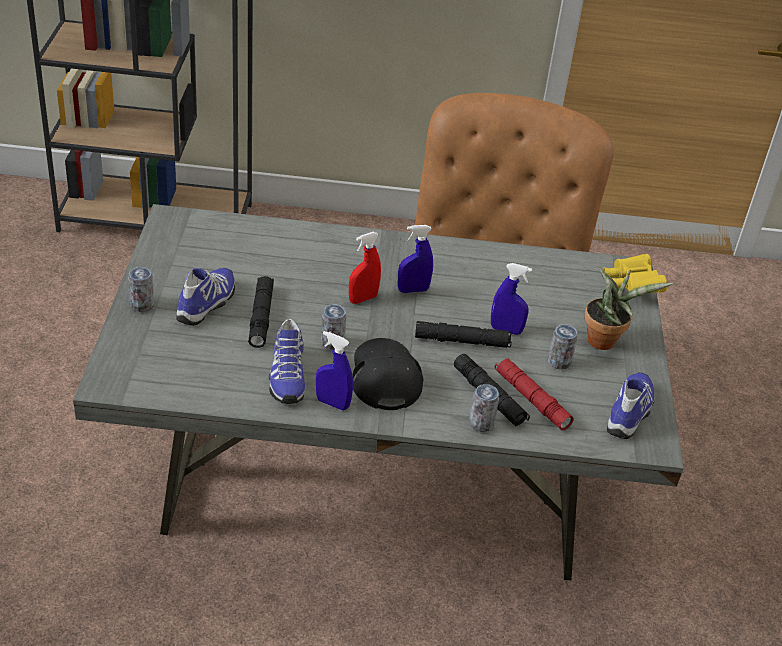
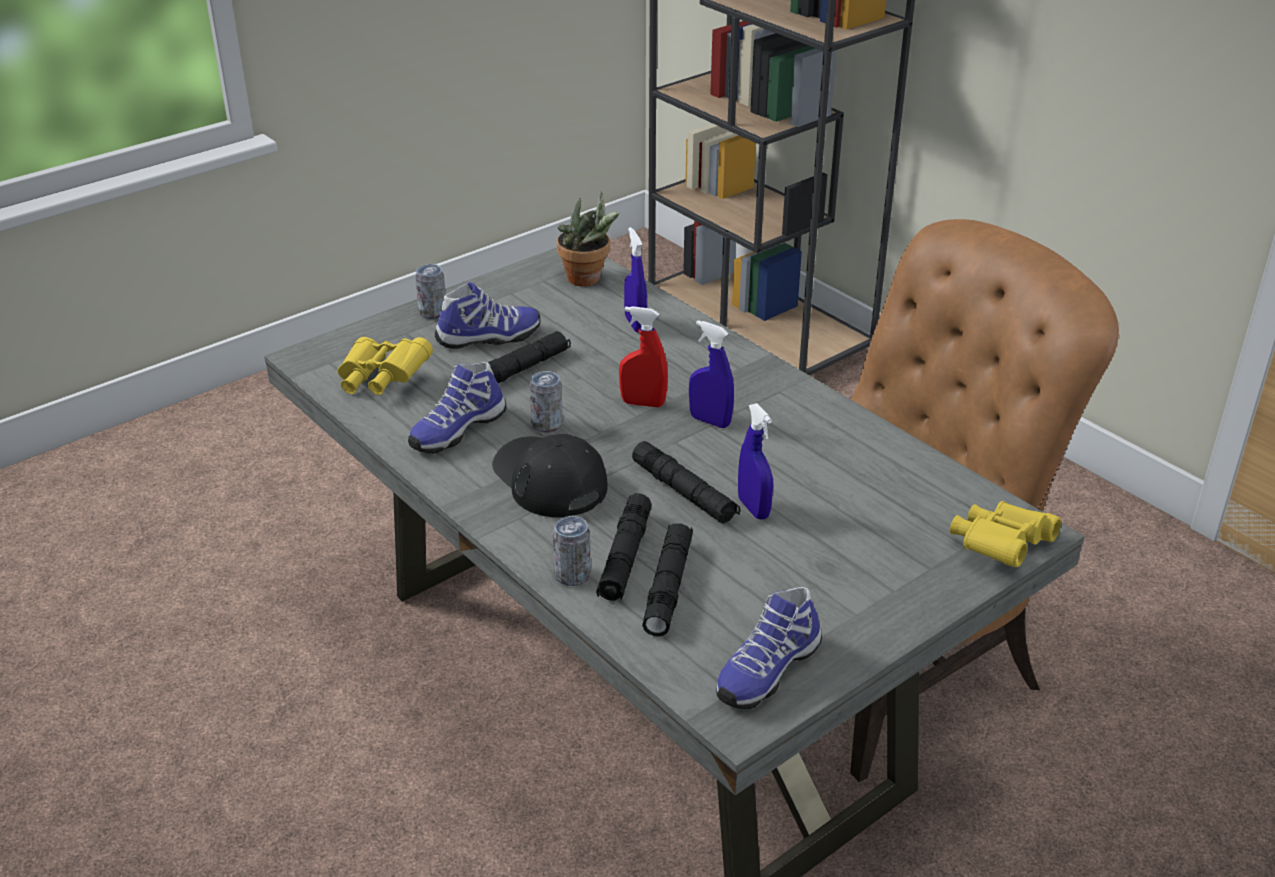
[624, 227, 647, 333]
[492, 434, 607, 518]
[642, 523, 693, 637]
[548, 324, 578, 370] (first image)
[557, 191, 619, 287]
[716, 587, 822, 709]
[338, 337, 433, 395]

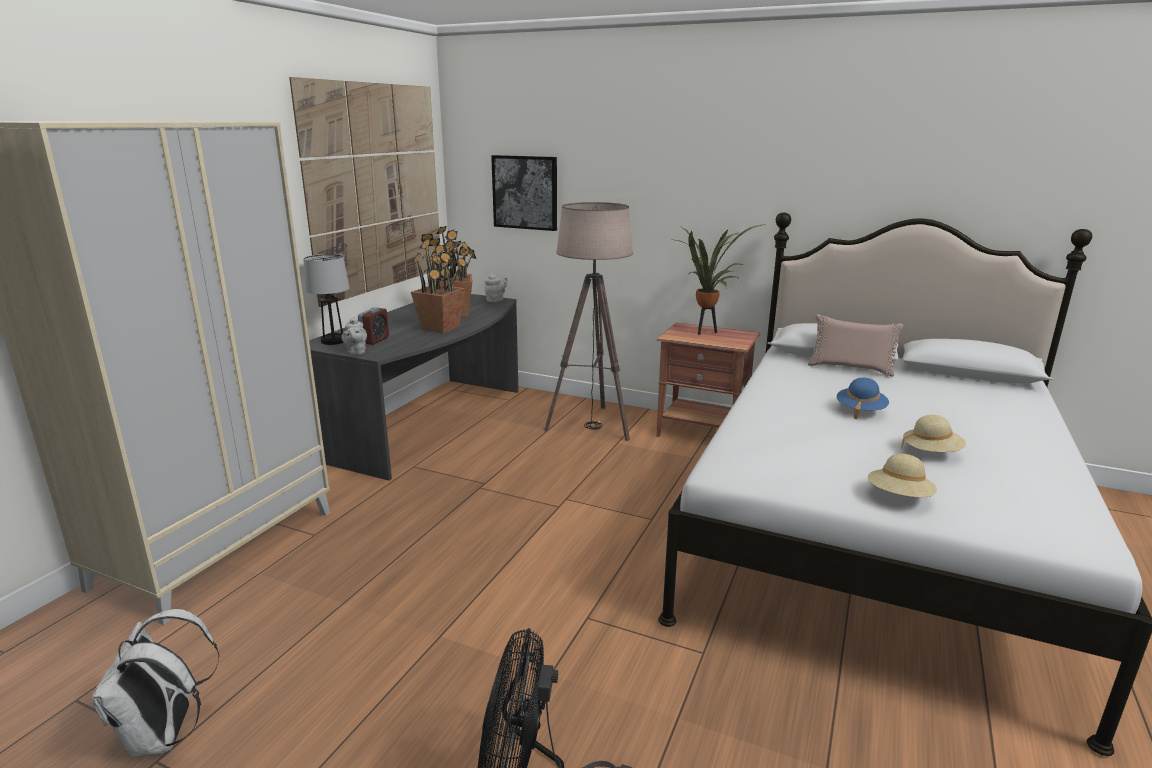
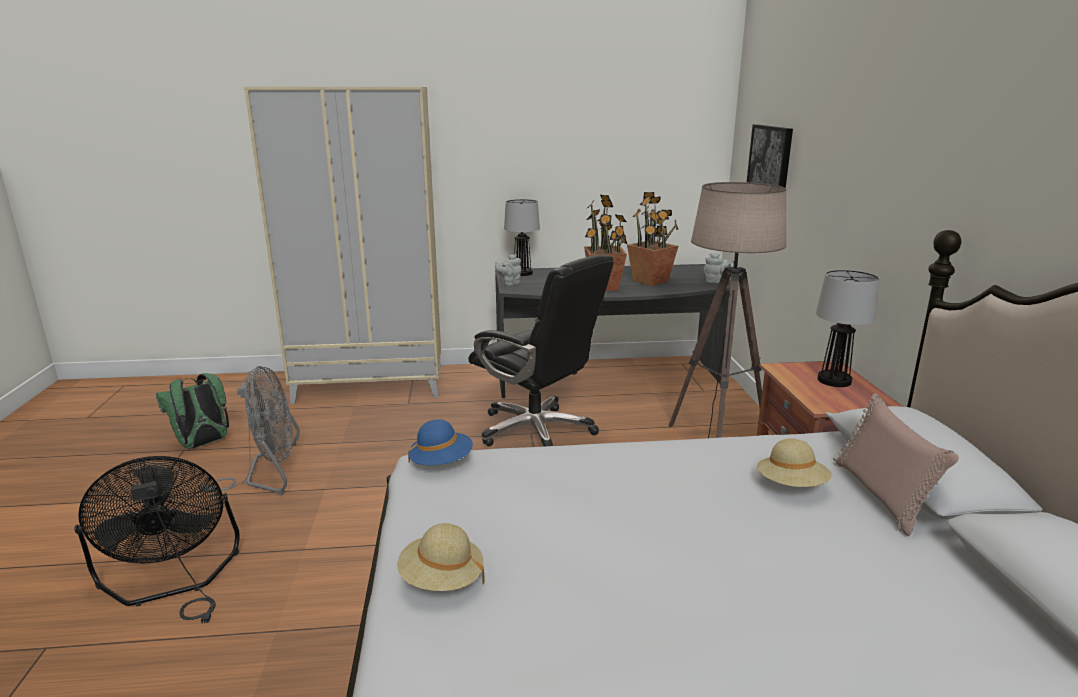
[156, 373, 229, 449]
[289, 77, 440, 307] (first image)
[358, 307, 389, 345] (first image)
[816, 270, 879, 387]
[408, 419, 473, 465]
[757, 439, 832, 487]
[200, 366, 300, 495]
[468, 255, 614, 447]

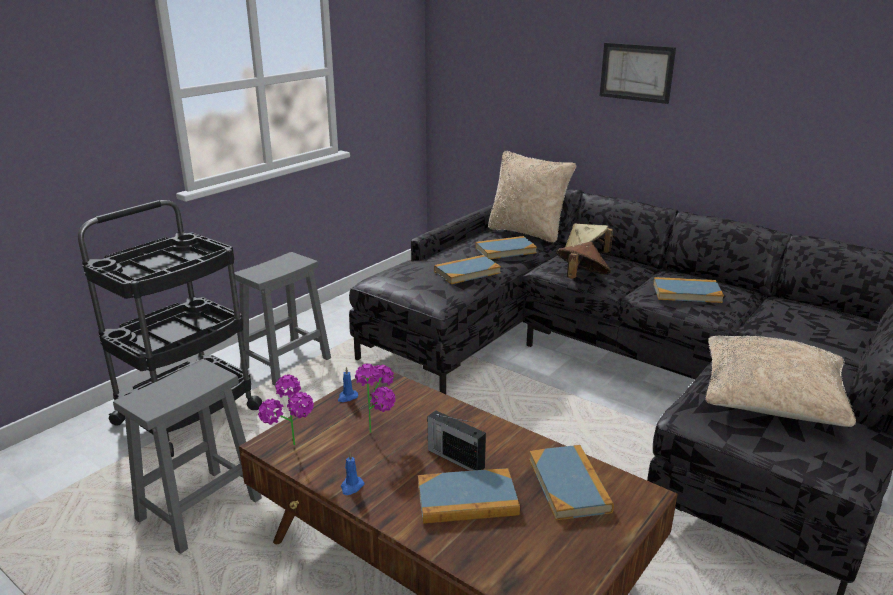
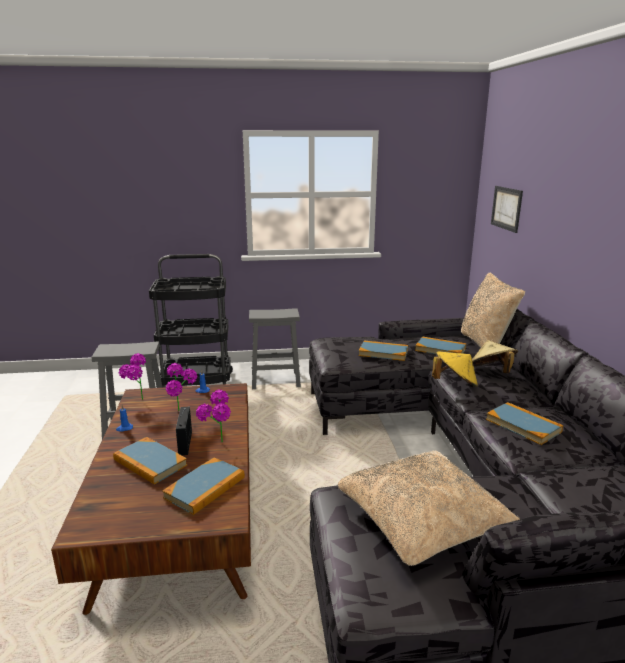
[432, 351, 478, 387]
[491, 186, 523, 233]
[196, 389, 231, 442]

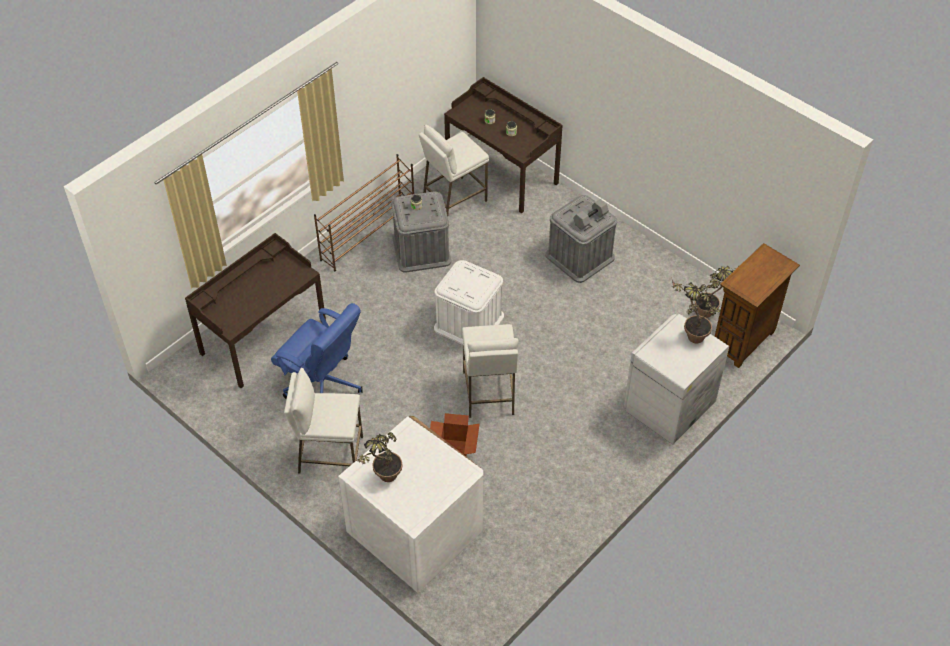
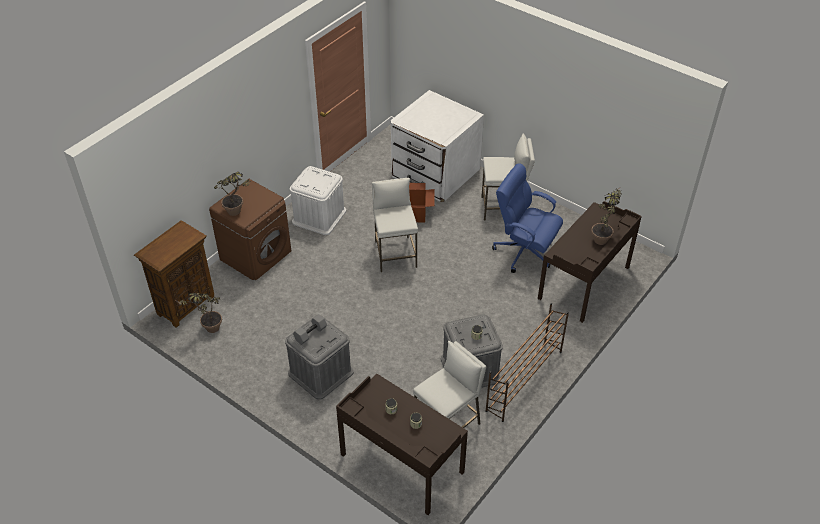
[591, 186, 622, 245]
[290, 166, 346, 235]
[209, 179, 291, 280]

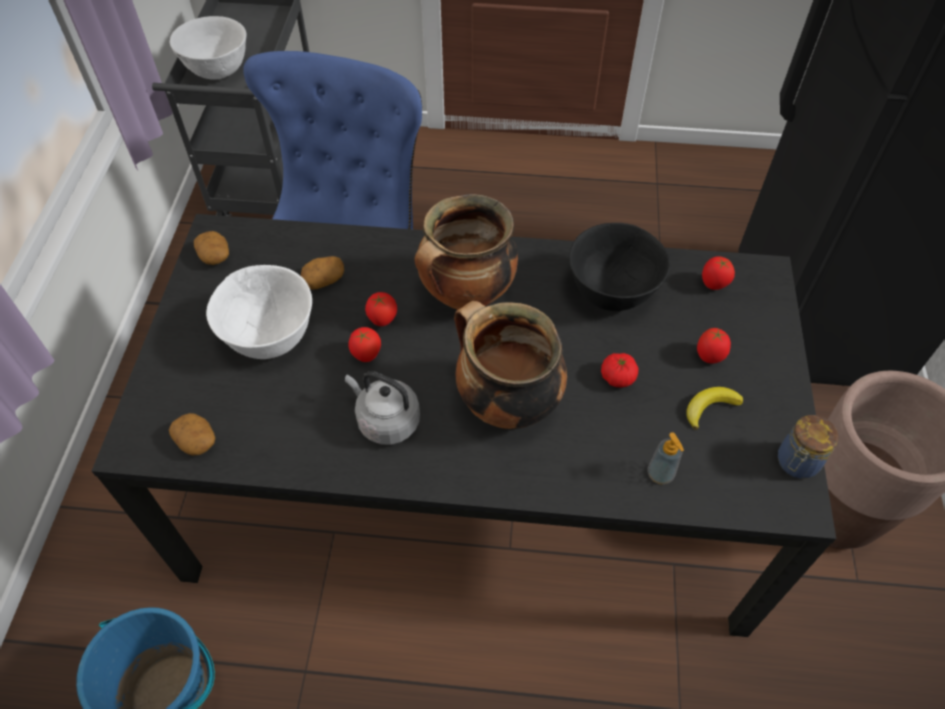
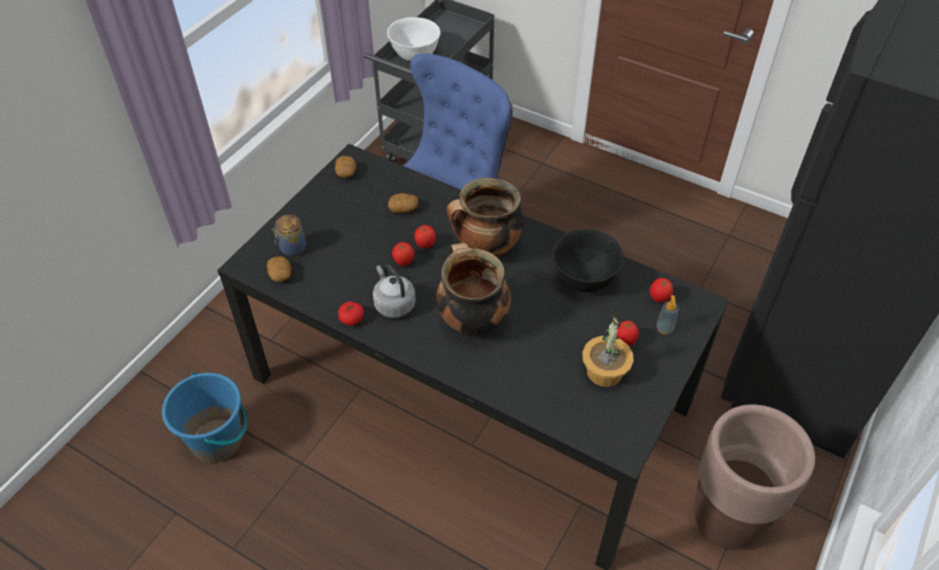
[206, 265, 312, 359] (first image)
[338, 301, 364, 326]
[656, 295, 679, 335]
[582, 315, 634, 387]
[272, 215, 306, 256]

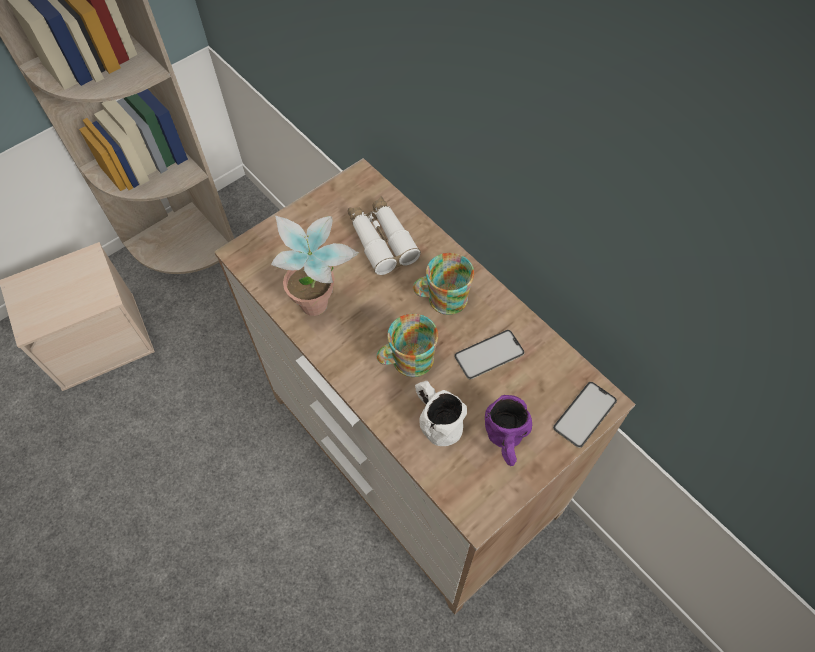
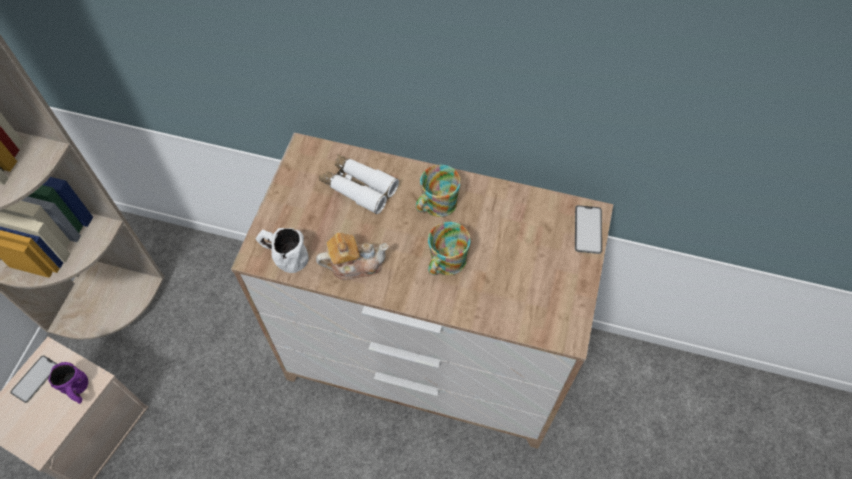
[316, 232, 389, 280]
[256, 228, 309, 273]
[10, 355, 57, 403]
[48, 362, 88, 404]

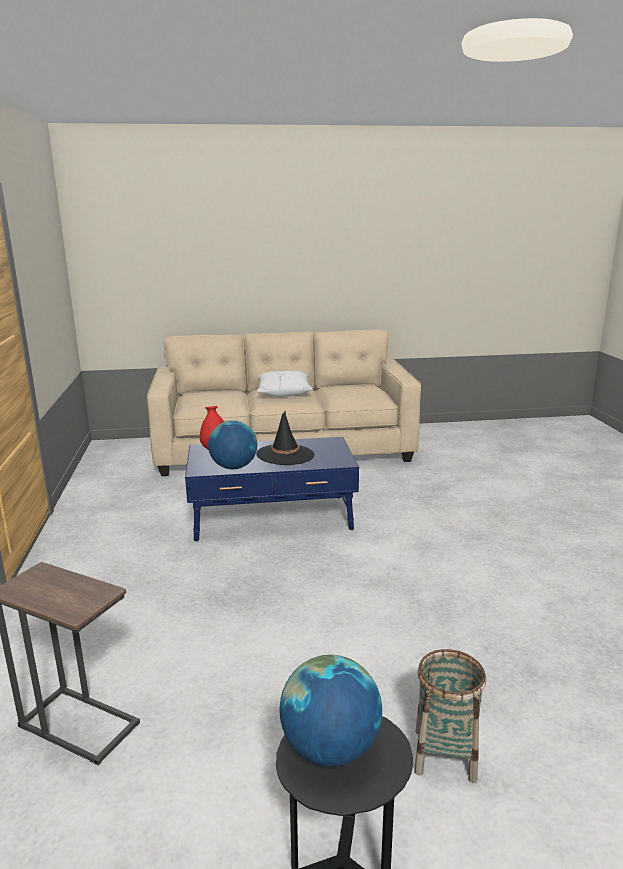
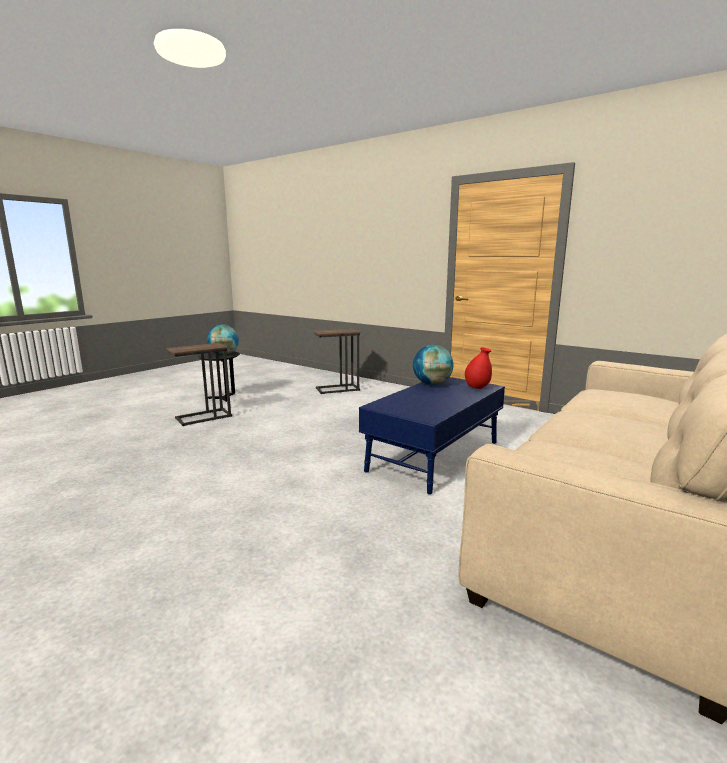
[256, 411, 315, 465] (first image)
[257, 371, 313, 396] (first image)
[166, 343, 232, 426]

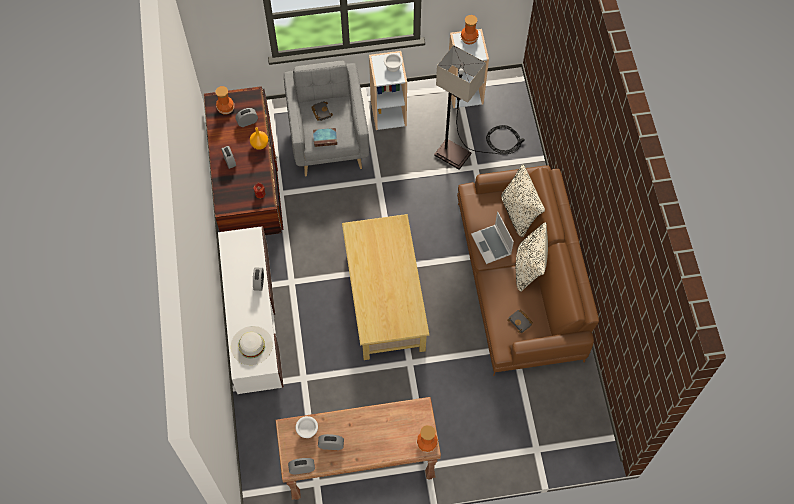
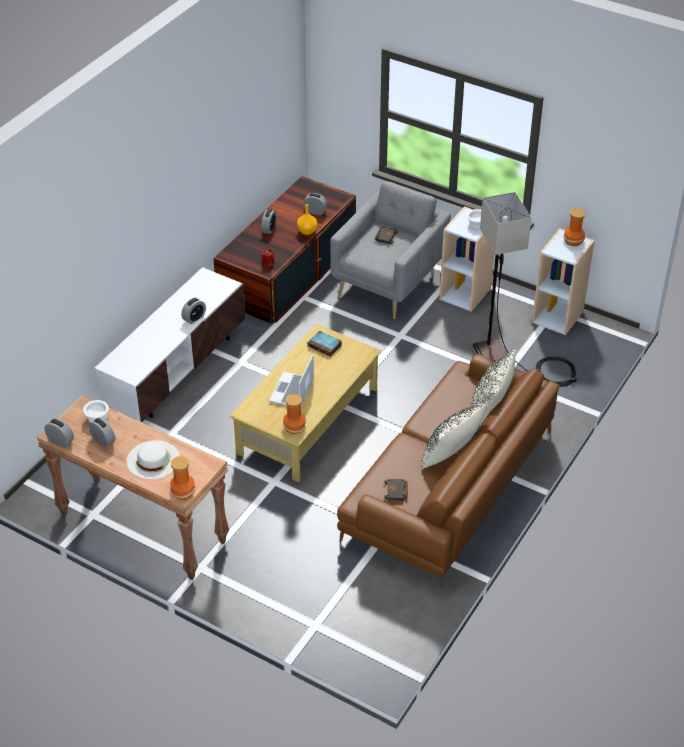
[283, 394, 306, 434]
[127, 440, 180, 479]
[307, 331, 342, 357]
[269, 355, 314, 406]

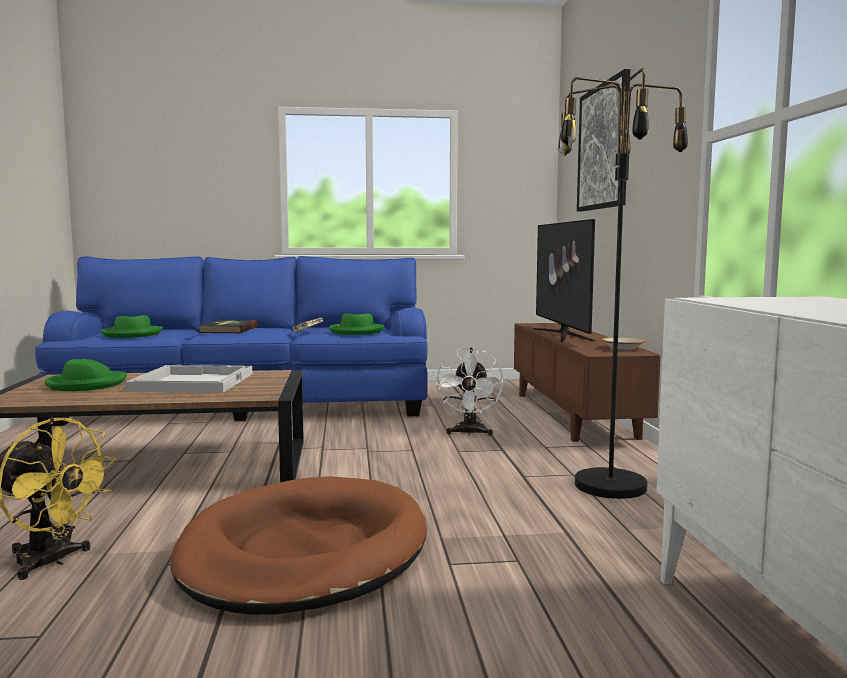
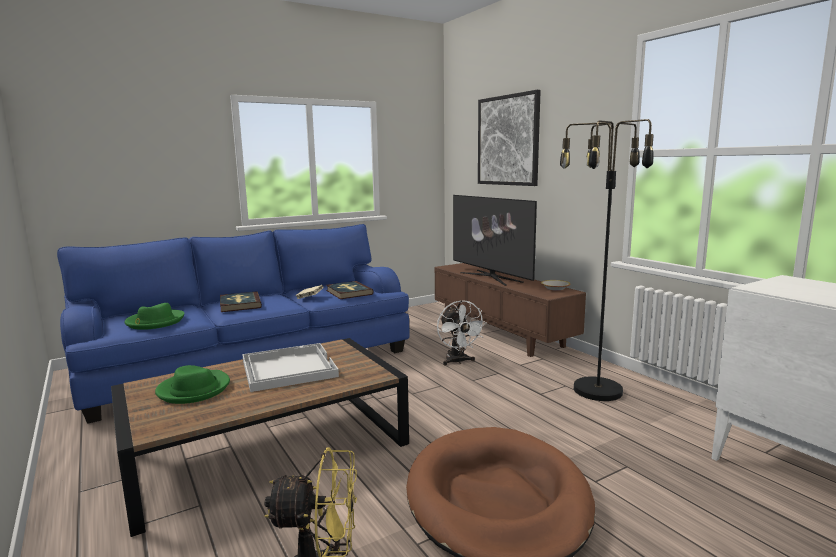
[326, 281, 374, 299]

